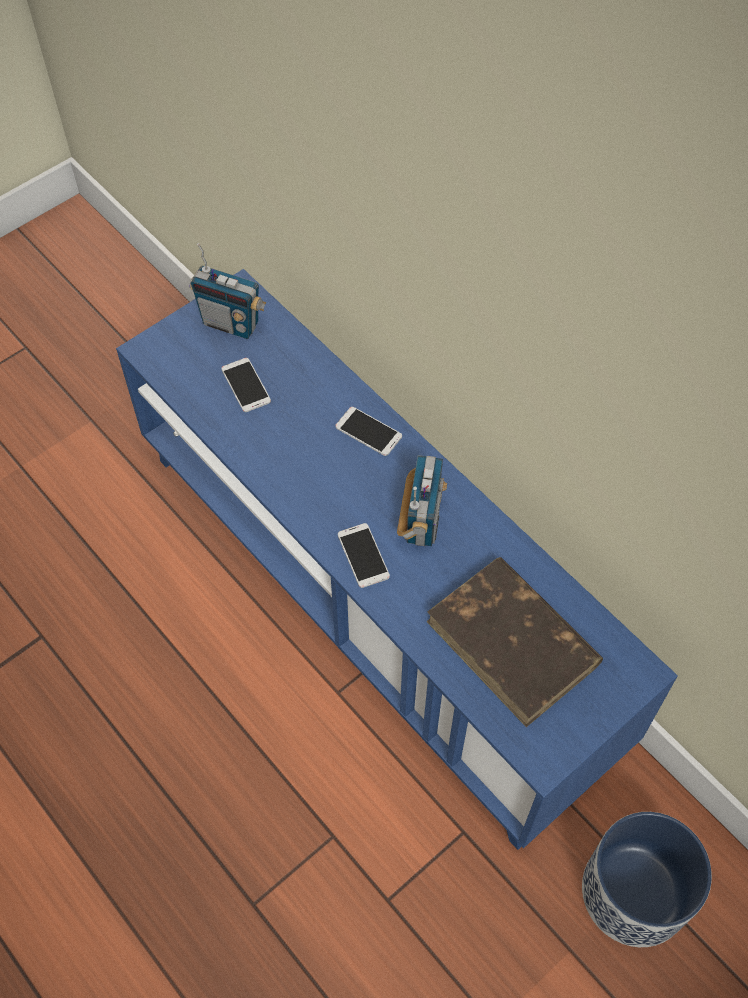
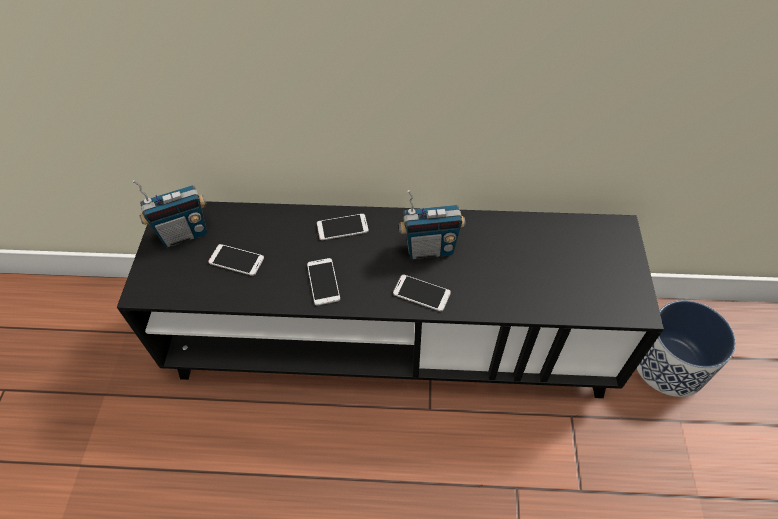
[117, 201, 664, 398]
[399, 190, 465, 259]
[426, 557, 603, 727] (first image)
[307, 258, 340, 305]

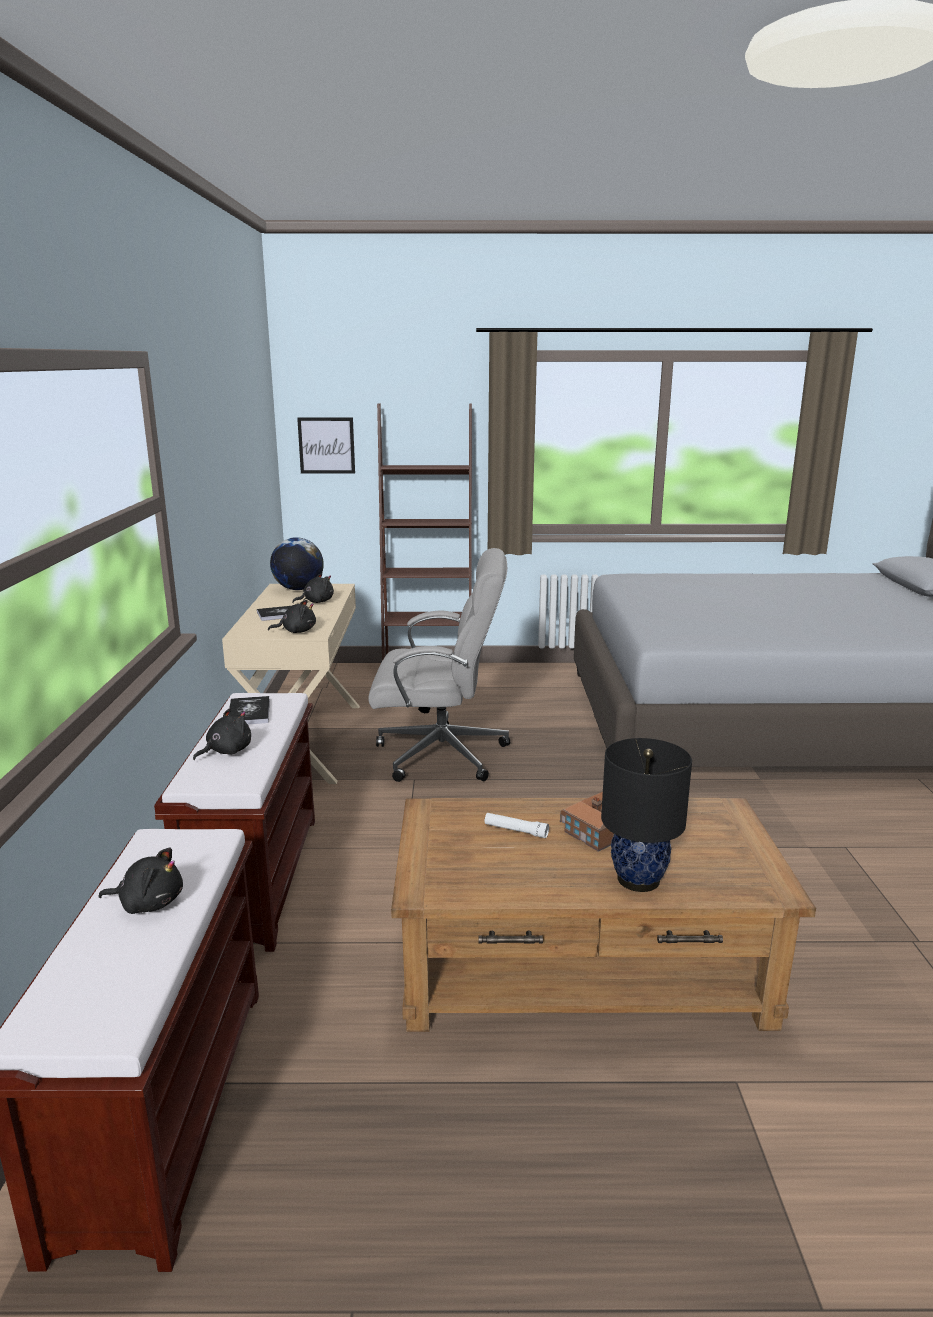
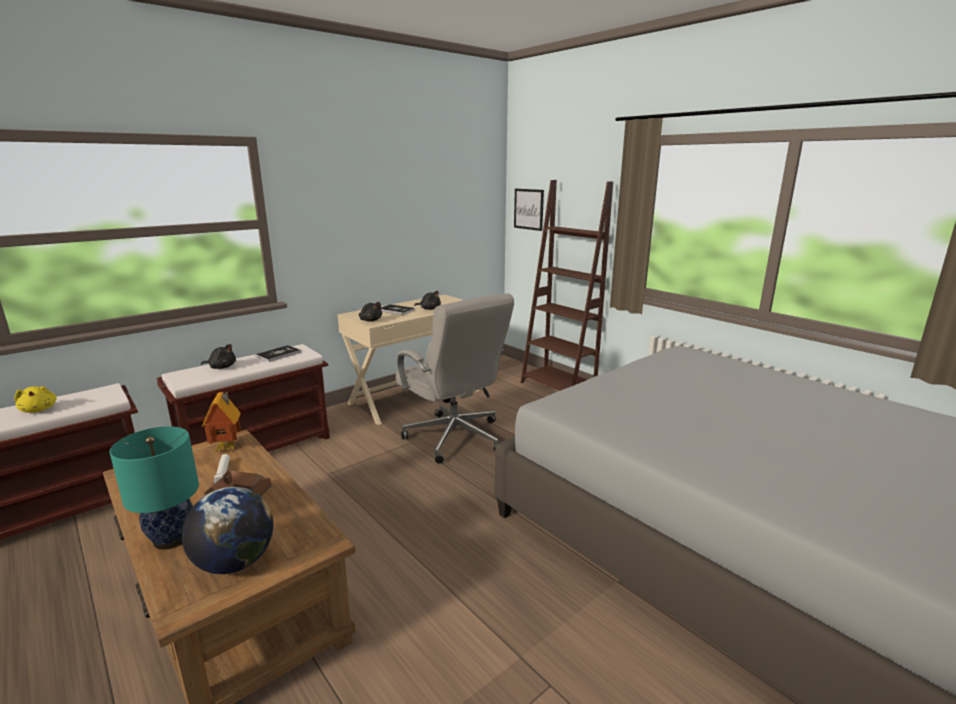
[14, 386, 57, 413]
[182, 487, 273, 574]
[110, 426, 199, 550]
[202, 392, 241, 452]

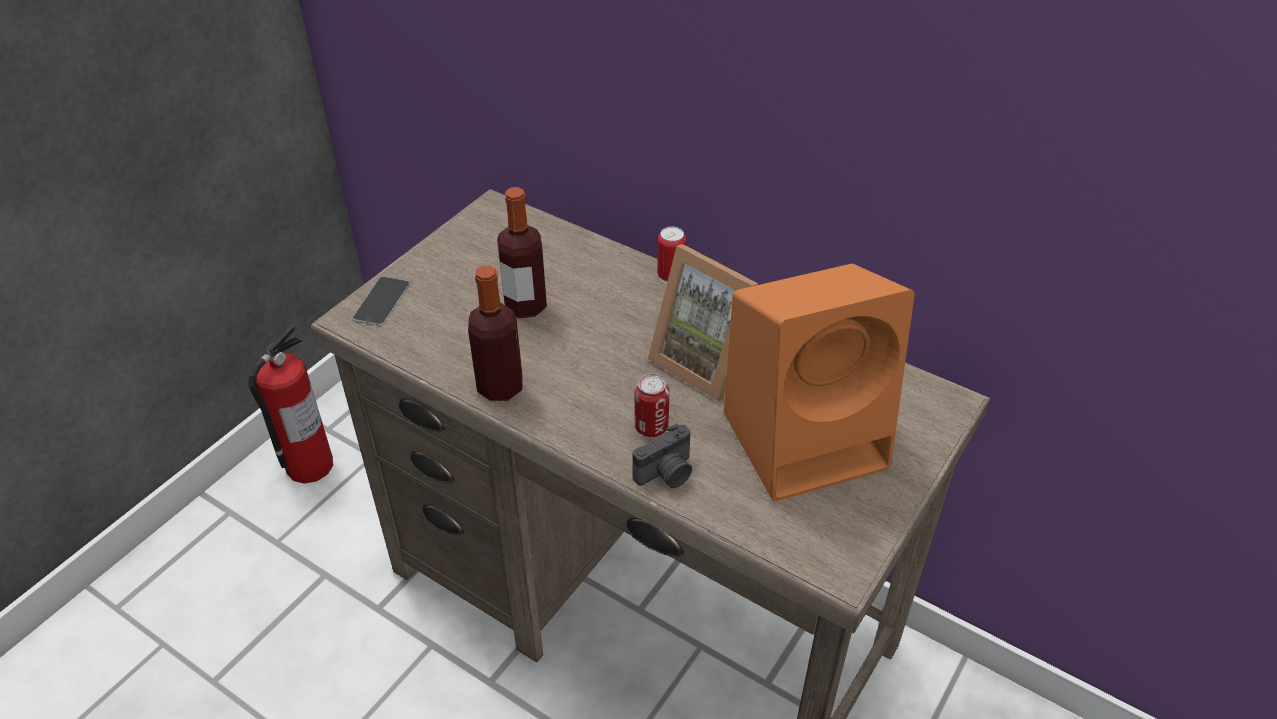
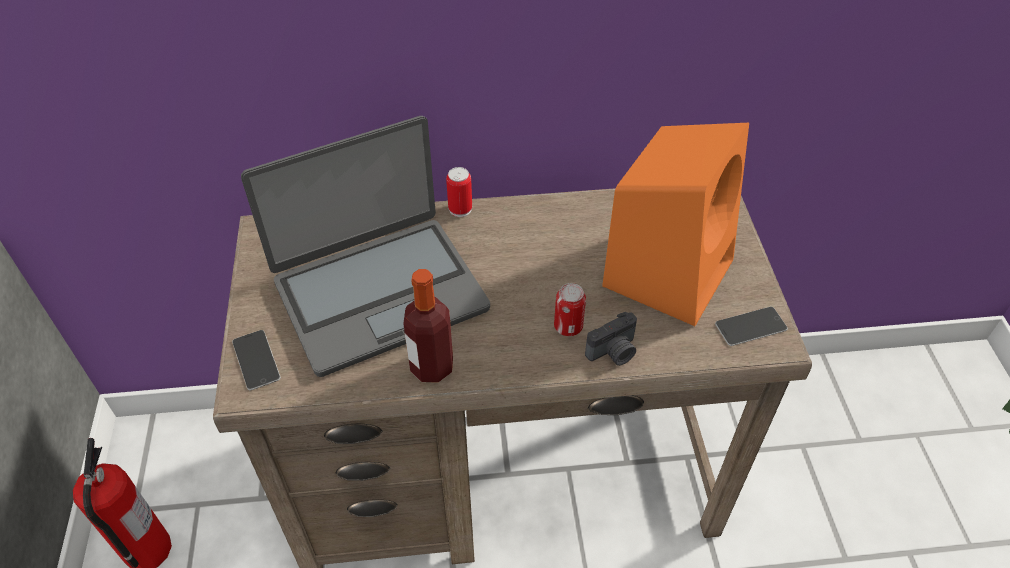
[241, 116, 490, 377]
[585, 312, 637, 366]
[648, 244, 758, 401] (first image)
[715, 307, 788, 346]

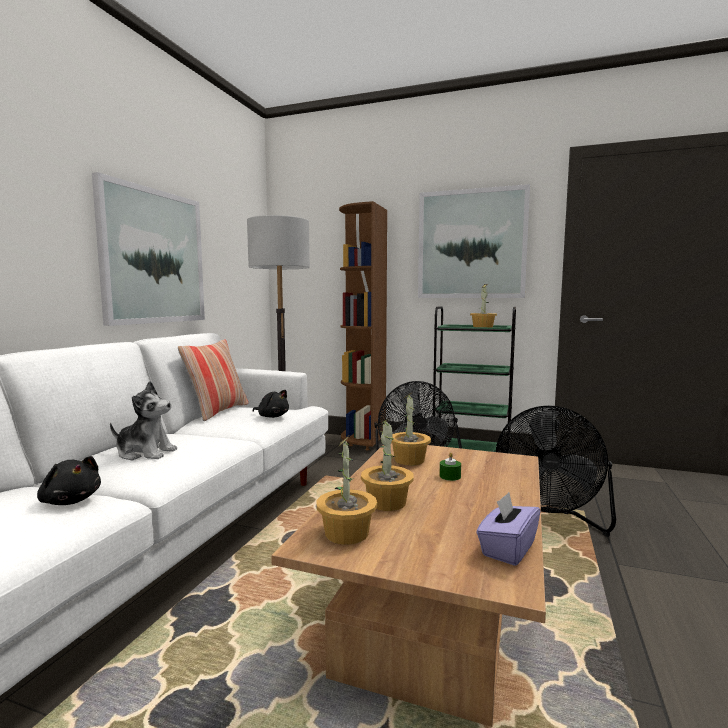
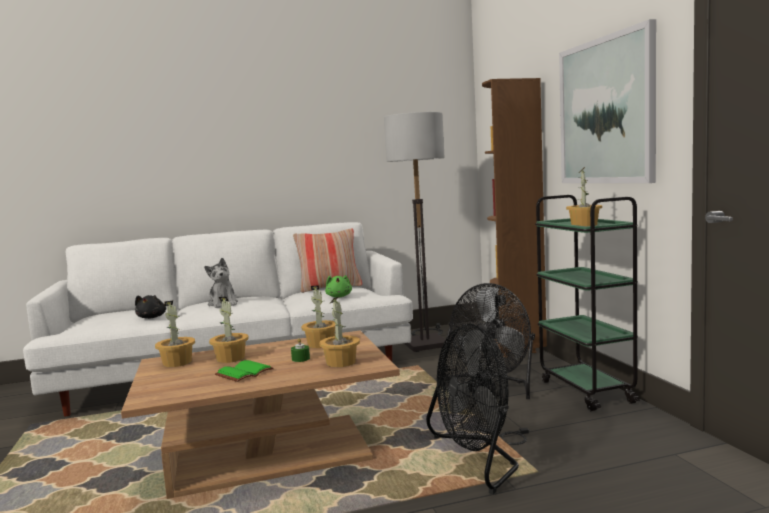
[92, 172, 205, 326] (first image)
[325, 275, 352, 298]
[476, 492, 540, 566] (first image)
[215, 360, 274, 382]
[319, 297, 360, 367]

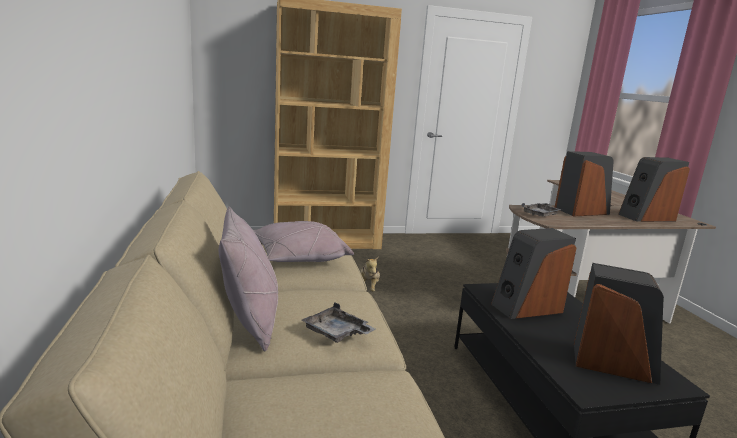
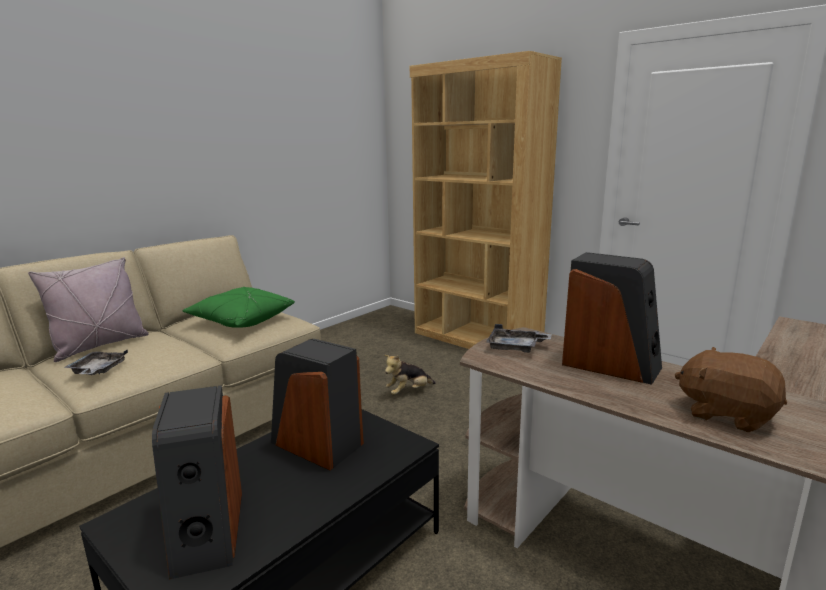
[183, 287, 295, 328]
[675, 347, 787, 432]

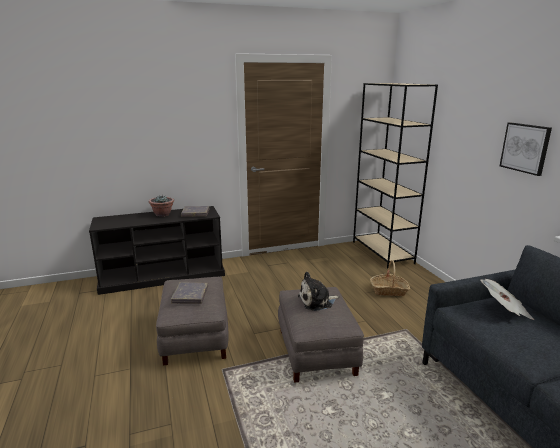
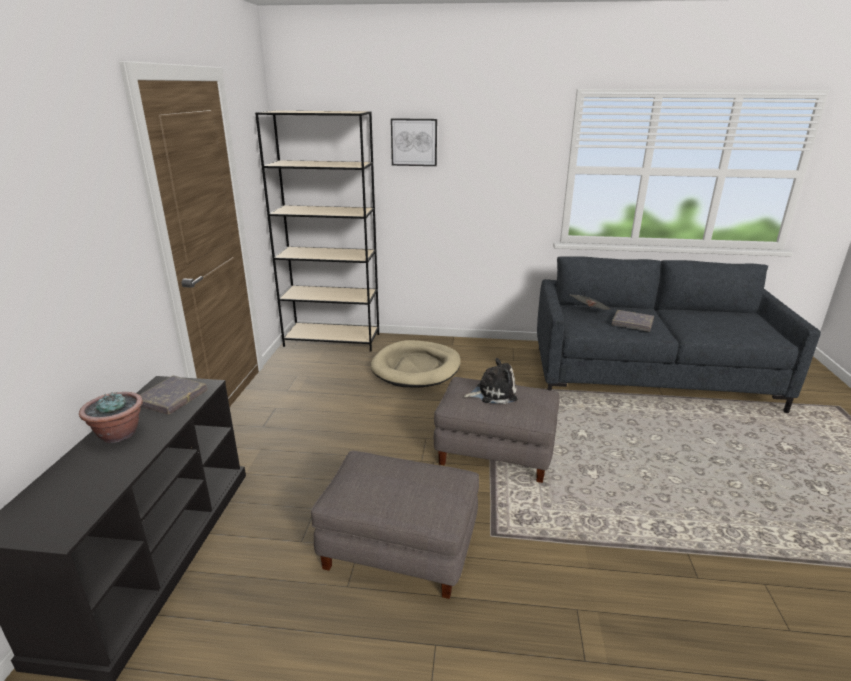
[612, 310, 654, 332]
[463, 358, 517, 404]
[371, 340, 461, 387]
[391, 118, 437, 166]

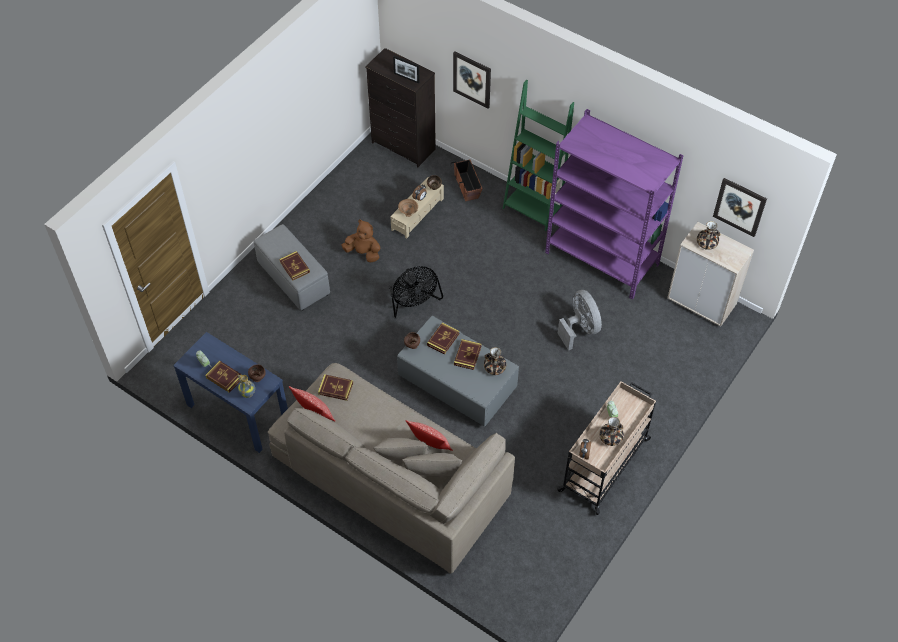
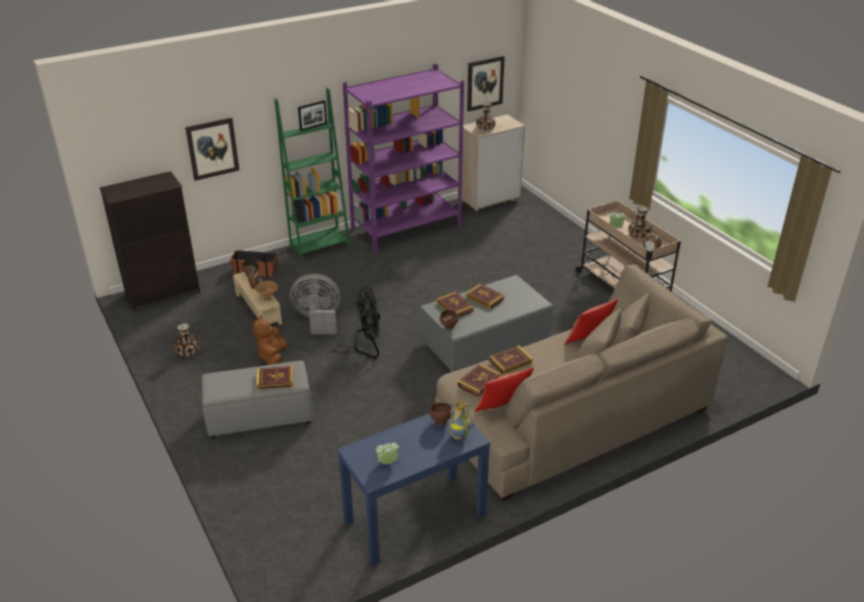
[489, 345, 533, 375]
[252, 315, 288, 365]
[298, 100, 327, 131]
[173, 323, 200, 356]
[290, 274, 340, 334]

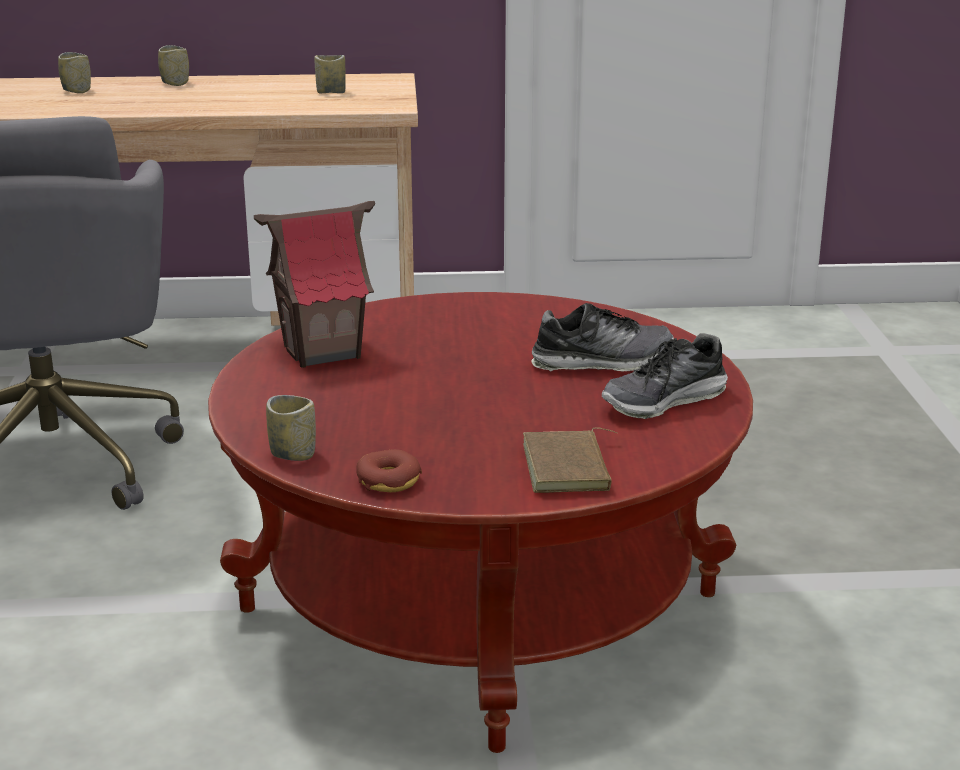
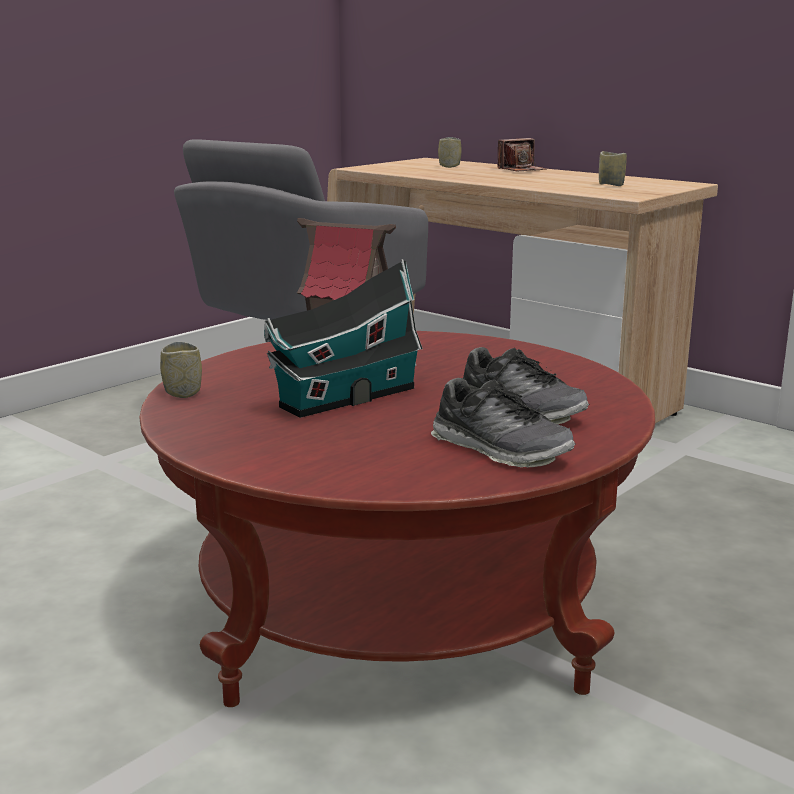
[498, 138, 546, 172]
[357, 449, 422, 492] (first image)
[523, 427, 617, 493] (first image)
[431, 378, 575, 467]
[264, 259, 423, 418]

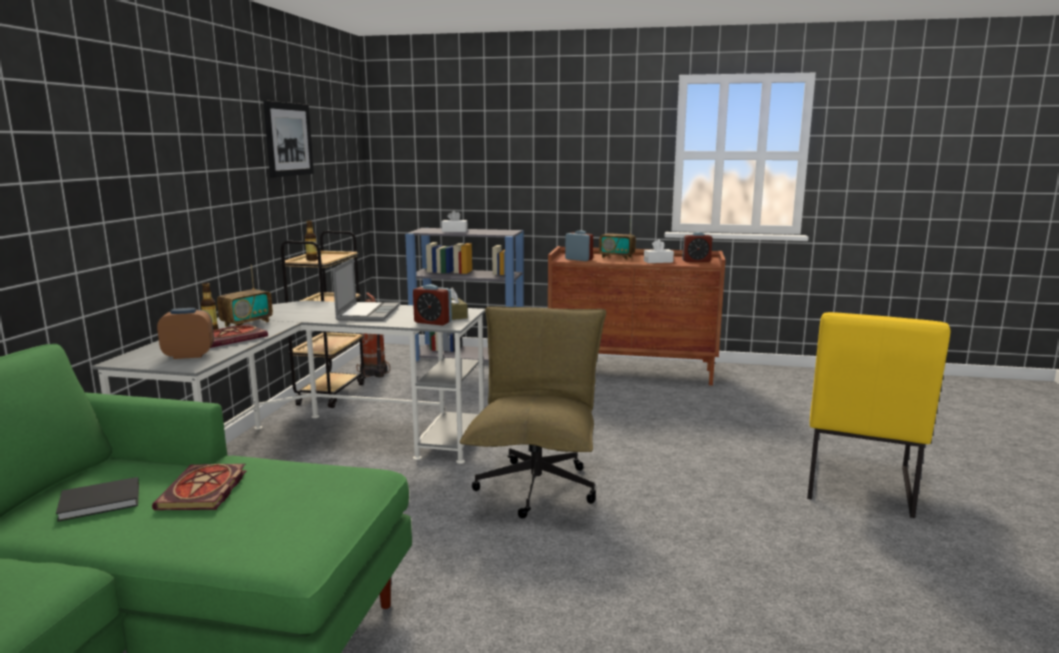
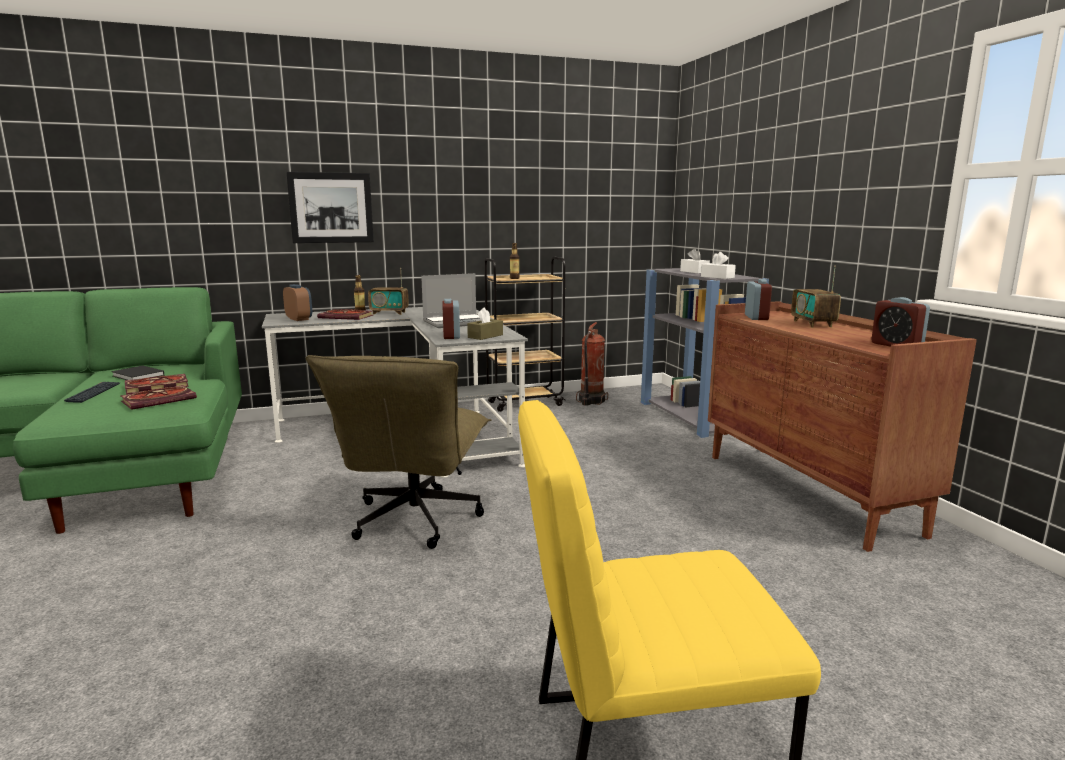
[286, 172, 374, 243]
[306, 355, 491, 549]
[701, 252, 736, 279]
[64, 382, 120, 403]
[120, 385, 197, 410]

